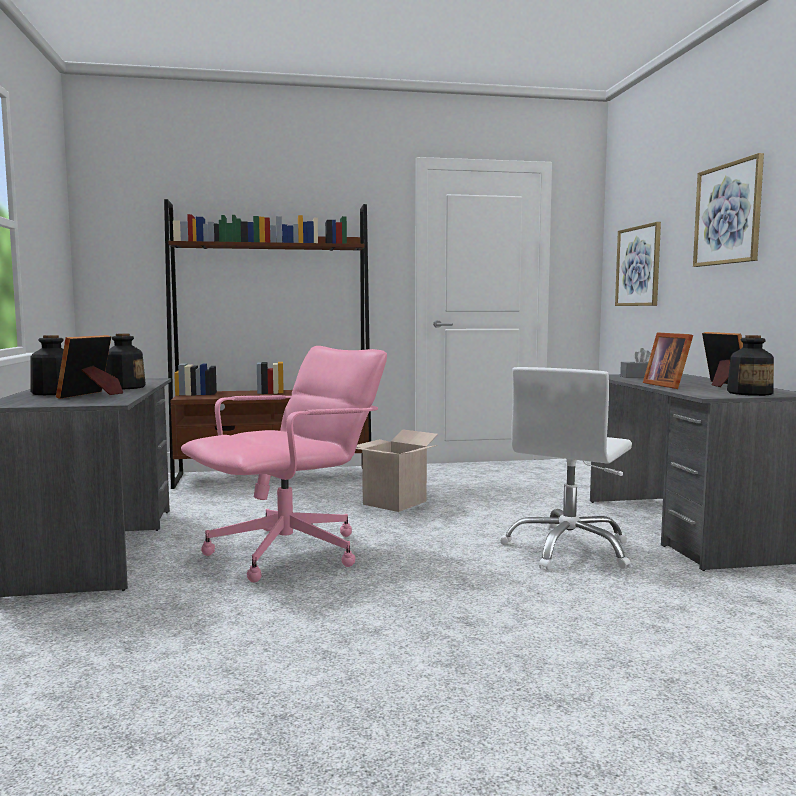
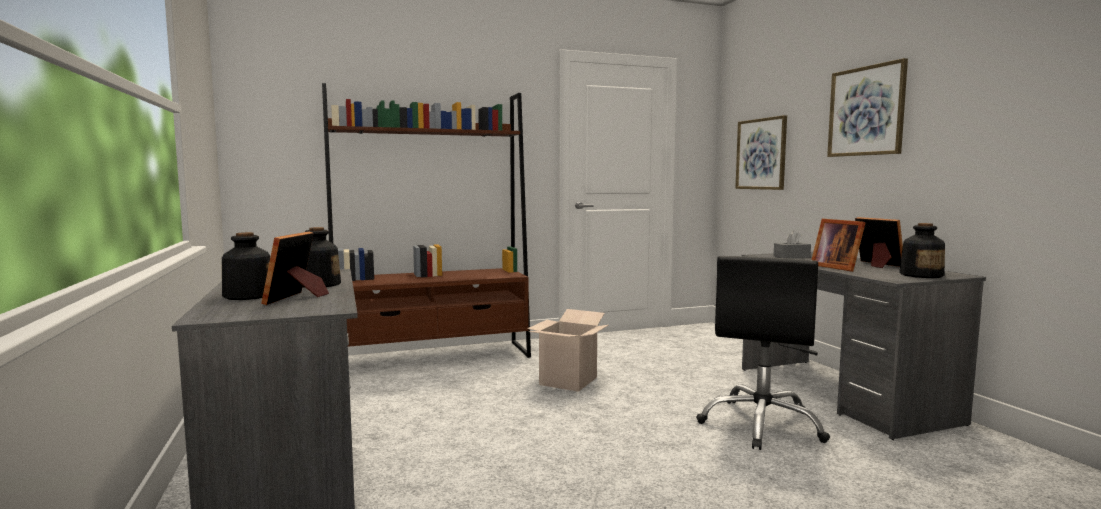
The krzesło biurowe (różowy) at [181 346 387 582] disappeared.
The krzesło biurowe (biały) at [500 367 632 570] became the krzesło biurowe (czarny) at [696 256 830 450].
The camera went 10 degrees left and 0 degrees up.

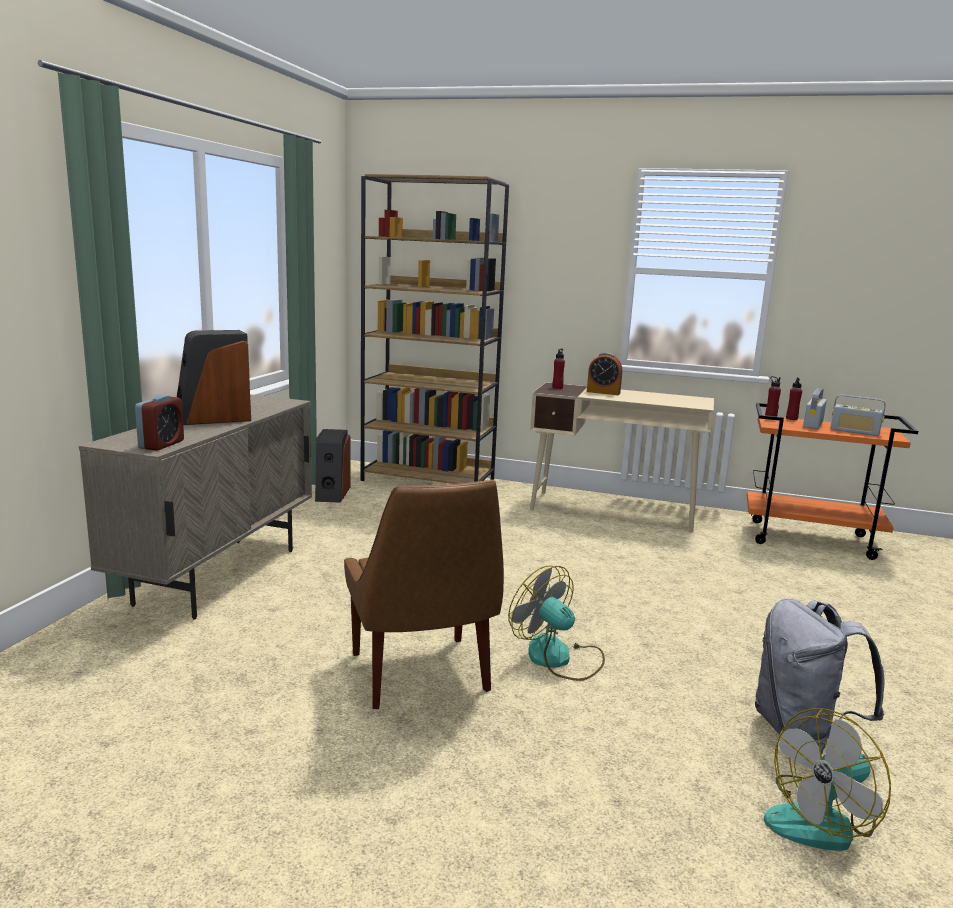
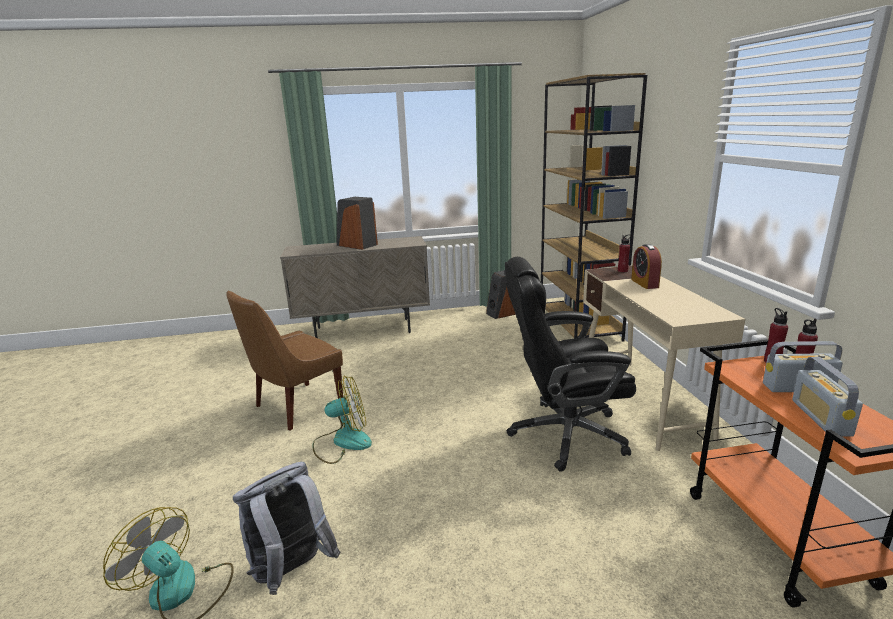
The budzik at [135 395 184 451] disappeared.
The wentylator at [508 565 605 681] turned 60 degrees clockwise.
The krzesło biurowe (czarny) at [505 257 636 472] appeared.
The camera went 65 degrees right and 5 degrees up.

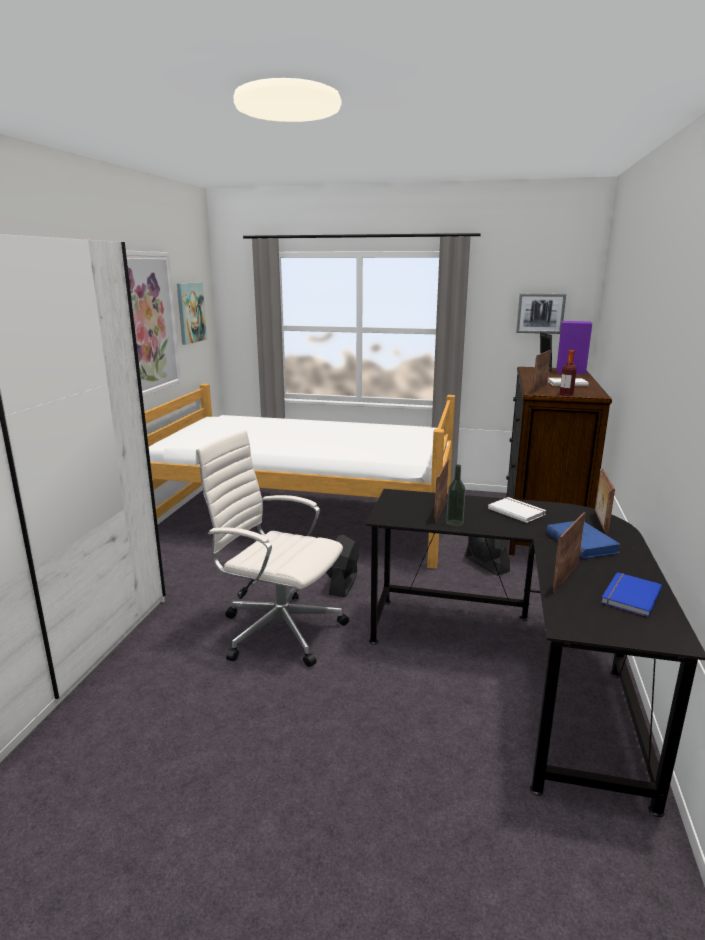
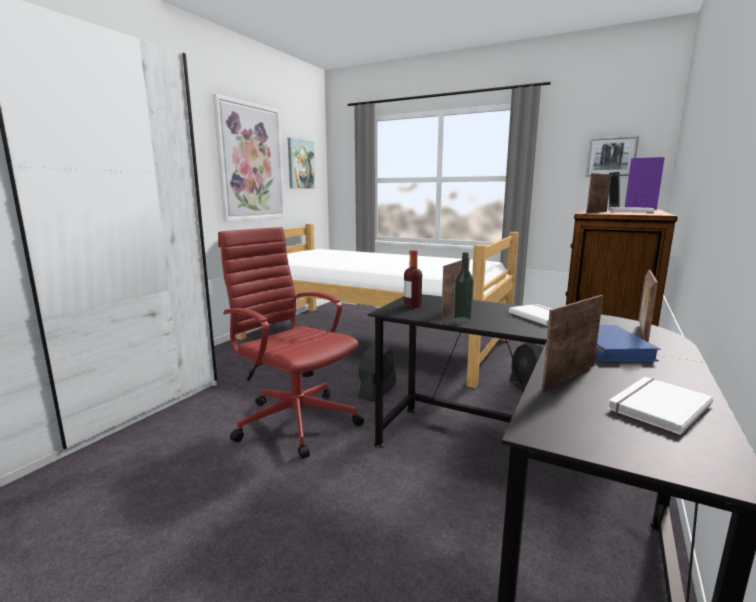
The butelka moved from [560 350 577 396] to [404 250 422 308].
The krzesło biurowe (biały) at [196 430 349 667] became the krzesło biurowe (czerwony) at [218 227 364 459].
The książka (niebieski) at [601 572 662 617] became the książka (biały) at [608 377 713 435].
The camera went 15 degrees right and 5 degrees down.

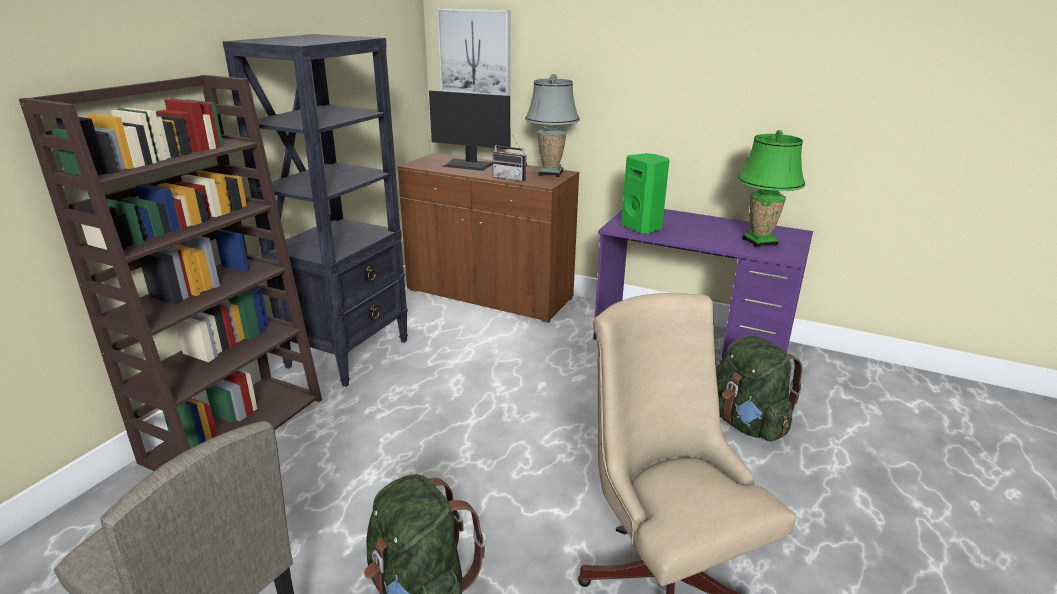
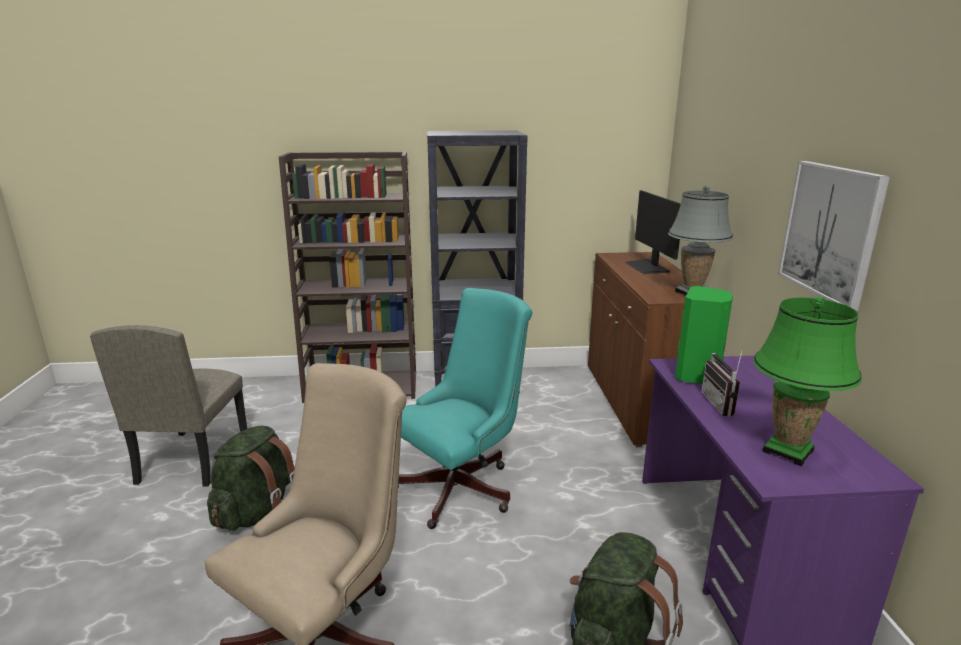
The obraz moved from [437 8 510 96] to [778 161 890 311].
The radio moved from [493 135 527 182] to [701 348 743 417].
The krzesło biurowe (turkusowy) at [398 288 533 529] appeared.
The camera went 60 degrees right and 5 degrees down.

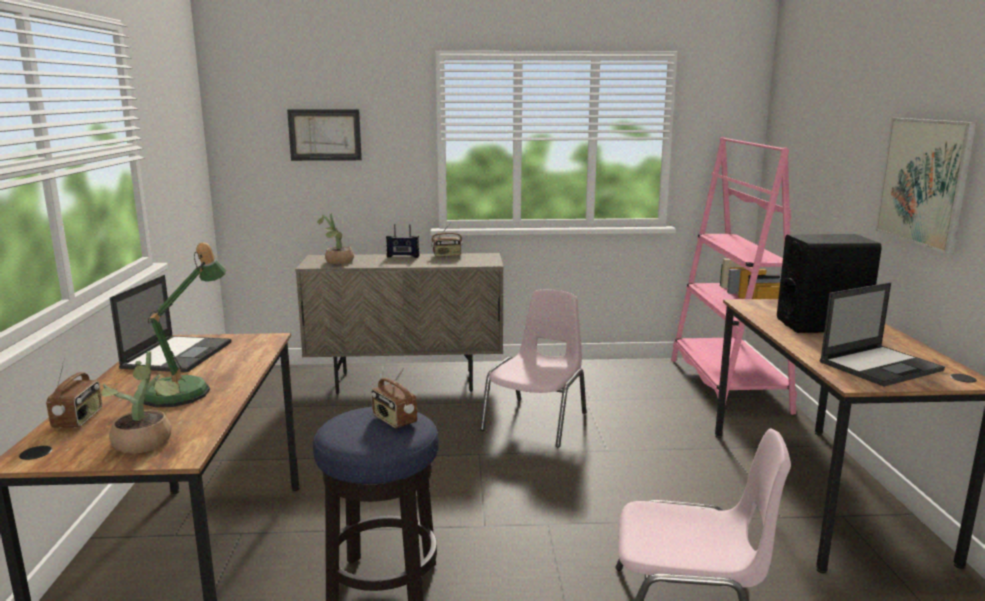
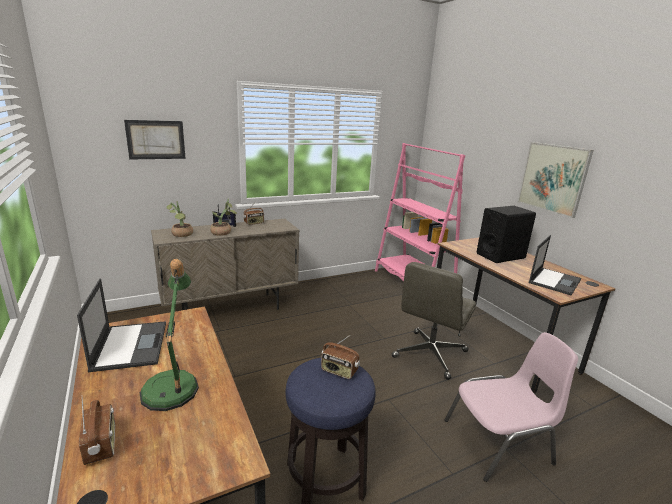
The krzesło (różowy) at [480 289 586 447] disappeared.
The roślina doniczkowa moved from [101 351 181 454] to [210 199 237 236].
The krzesło biurowe (szary) at [392 262 476 380] appeared.
The camera went 25 degrees left and 5 degrees up.

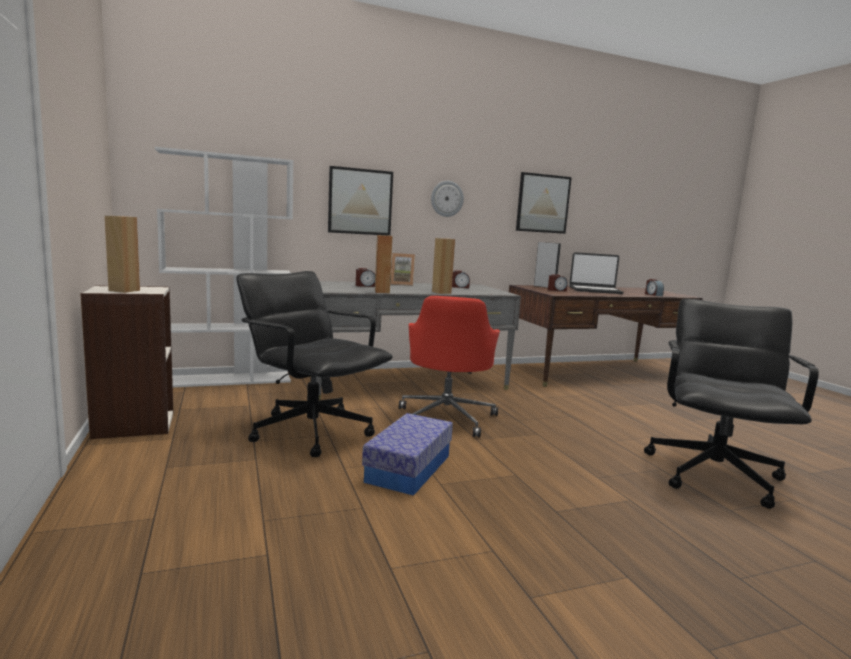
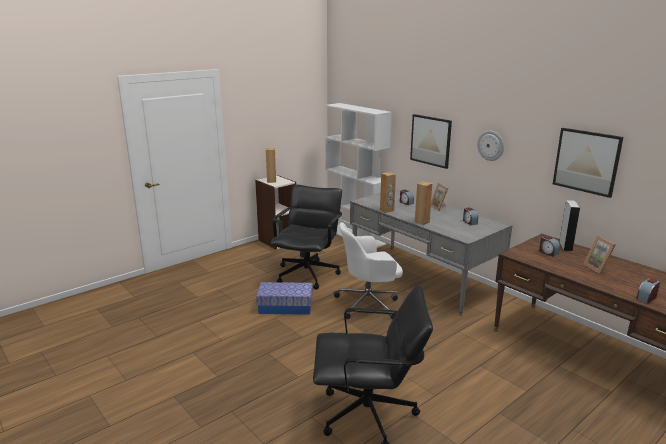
The laptop at [570 252 624 294] was replaced by the ramka na zdjęcie at [583 236 615 274].
The krzesło biurowe (czerwony) at [399 296 500 437] became the krzesło biurowe (biały) at [333 222 403 319].
The camera went 70 degrees right and 10 degrees up.

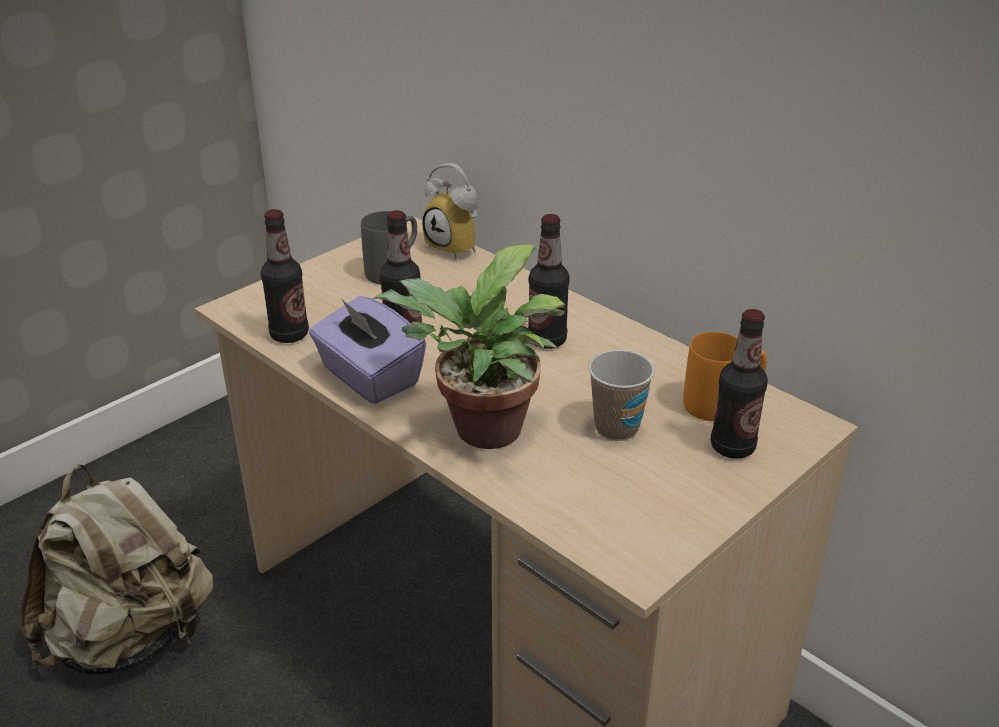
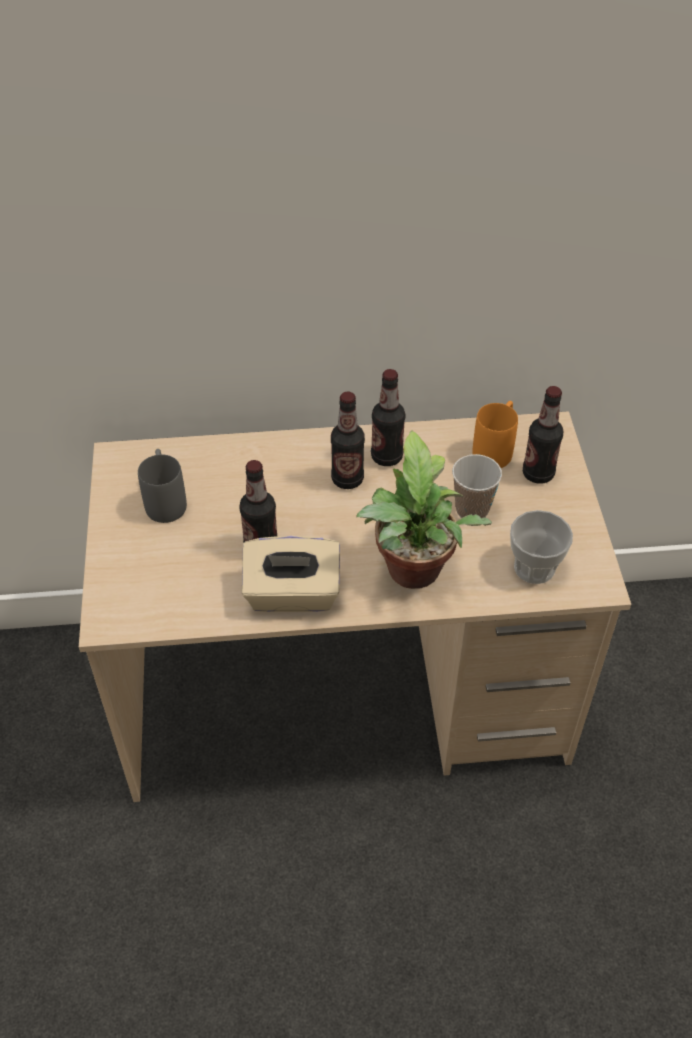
The budzik at [422 163 478 259] disappeared.
The butelka moved from [261 209 309 343] to [371 369 405 466].
The pudełko chusteczek (fioletowy) at [309 296 426 404] became the pudełko chusteczek (beżowy) at [242 536 340 612].
The plecak (beżowy) at [19 464 213 674] disappeared.
The filiżanka at [510 510 573 584] appeared.
The camera went 50 degrees left and 15 degrees up.

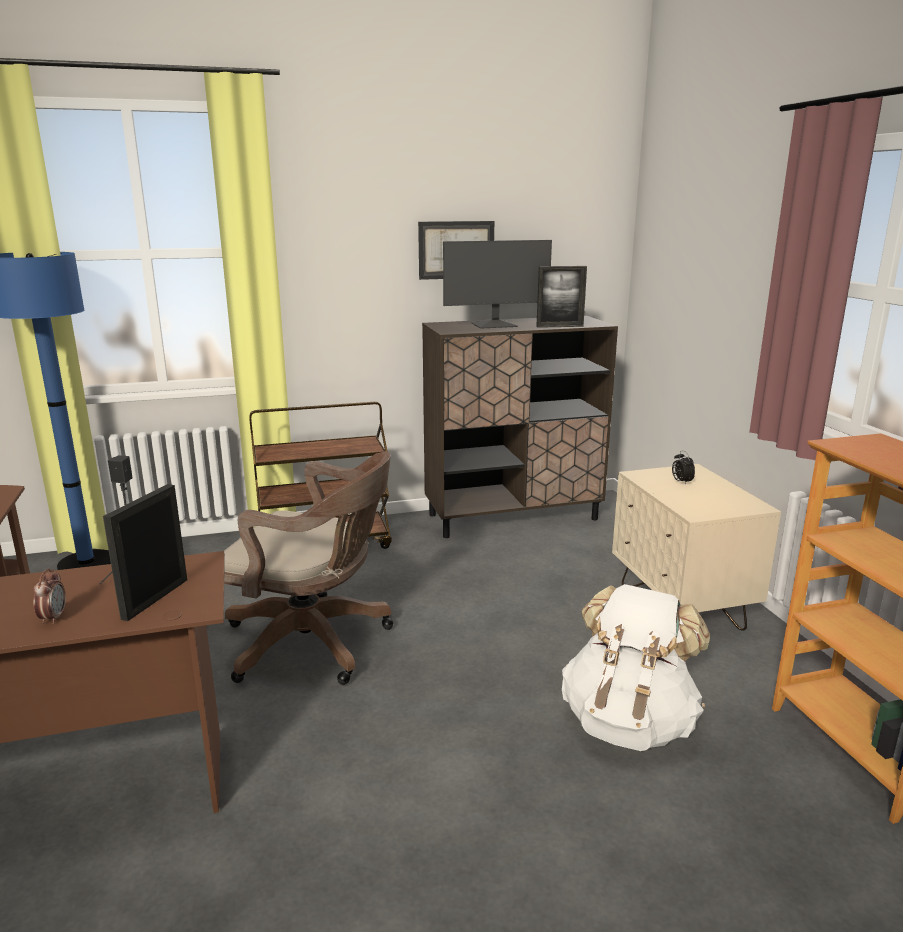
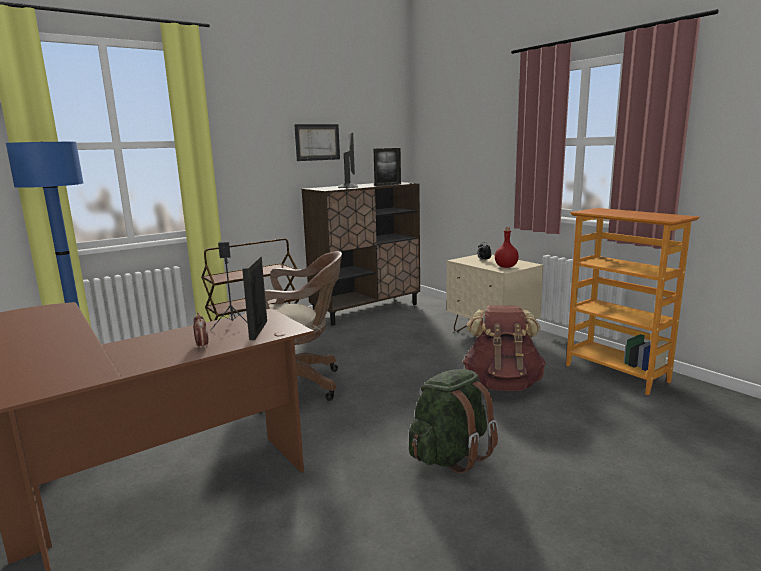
The monitor at [443 240 552 329] turned 60 degrees counterclockwise.
The plecak (biały) at [562 584 710 751] became the plecak (brązowy) at [463 305 546 391].
The butelka (czerwony) at [495 227 519 268] appeared.
The plecak (zielony) at [409 369 498 474] appeared.
The camera went 20 degrees left and 5 degrees down.

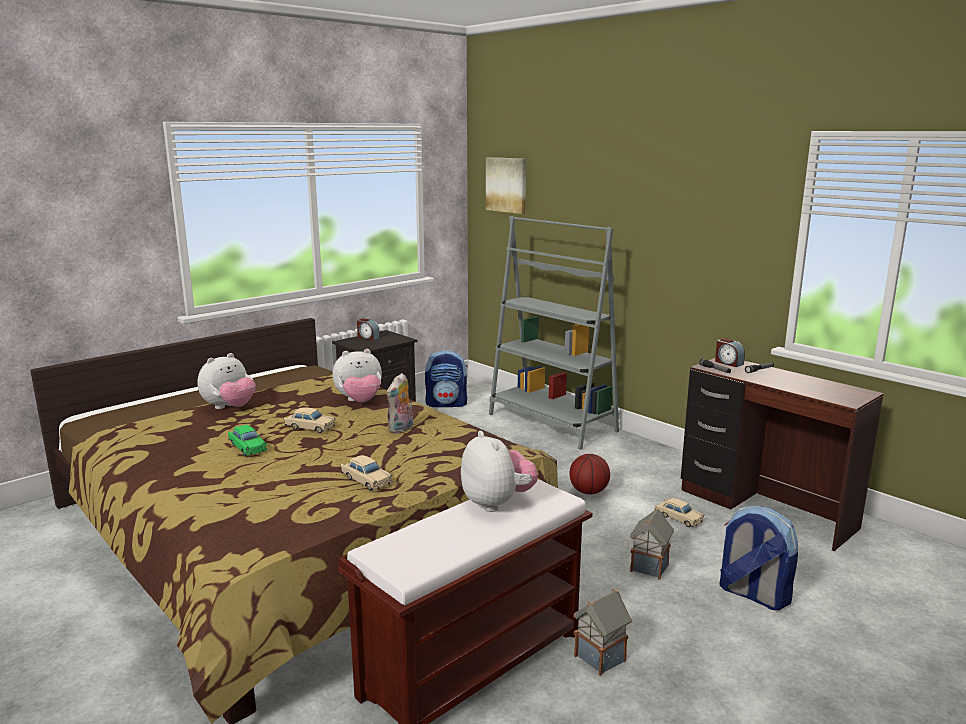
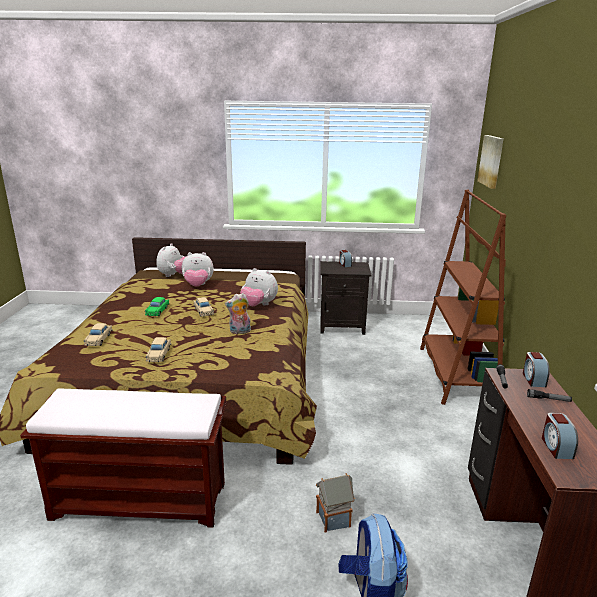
The regał (szary) at [489 216 619 450] became the regał (brązowy) at [420 190 506 405].
The plecak at [425 350 468 407] disappeared.
The pluszak moved from [461 431 538 512] to [156 243 186 277].
The piłka do koszykówki at [570 454 610 494] disappeared.
The samochodzik (beżowy) moved from [656 498 704 527] to [84 323 112 346].
The domek at [574 588 632 676] disappeared.
The budzik at [542 413 578 459] appeared.
The camera went 45 degrees right and 5 degrees up.

